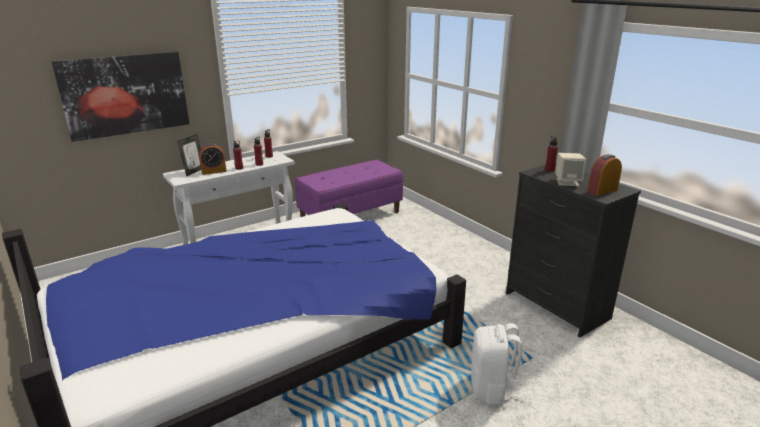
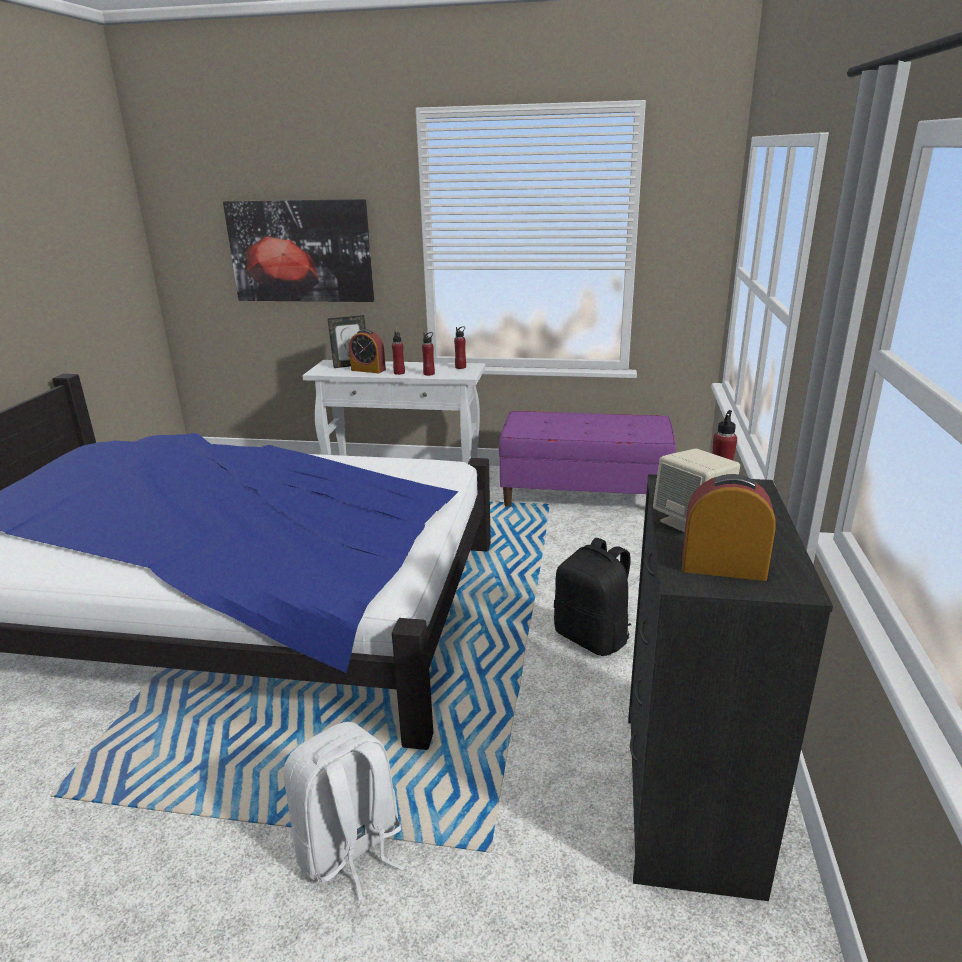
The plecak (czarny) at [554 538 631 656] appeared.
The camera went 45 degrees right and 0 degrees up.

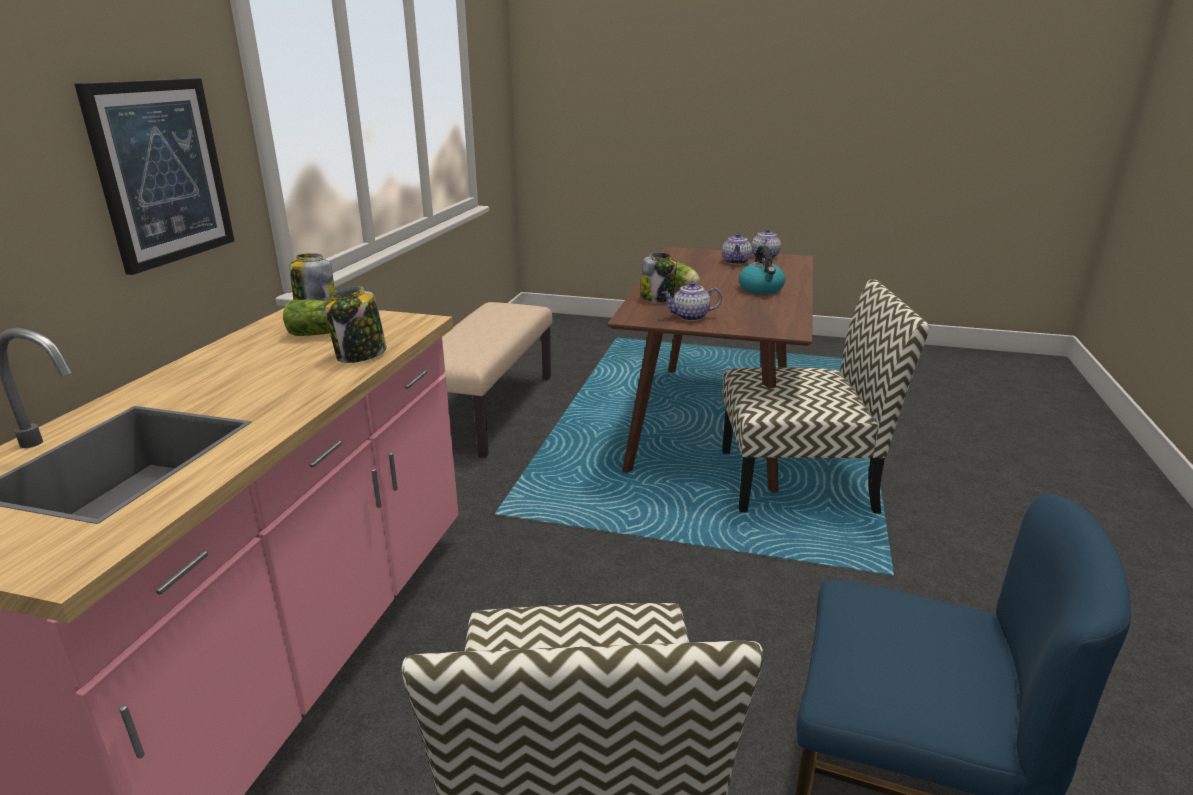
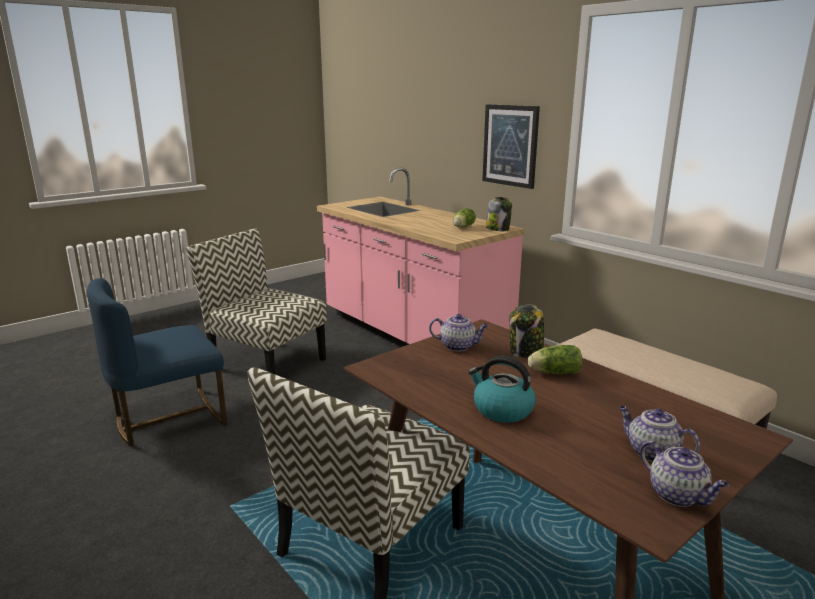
The imbryk at [662 281 722 321] turned 75 degrees clockwise.
The słoik at [324 286 387 363] disappeared.
The camera went 125 degrees right and 5 degrees down.

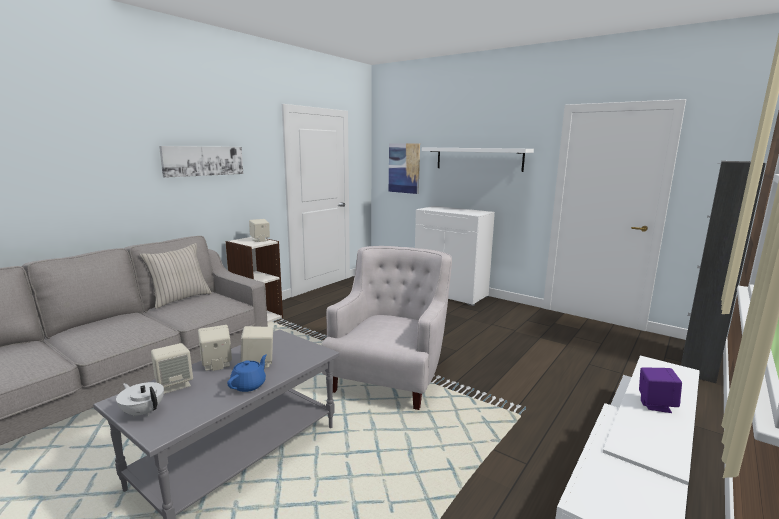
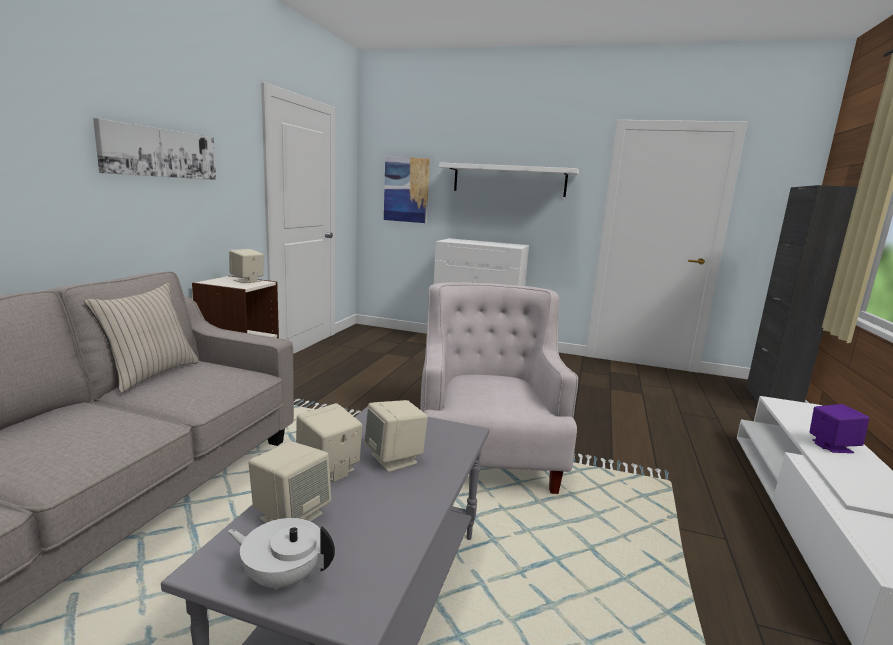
The imbryk (niebieski) at [227 354 267 392] disappeared.
The camera went 20 degrees left and 0 degrees up.

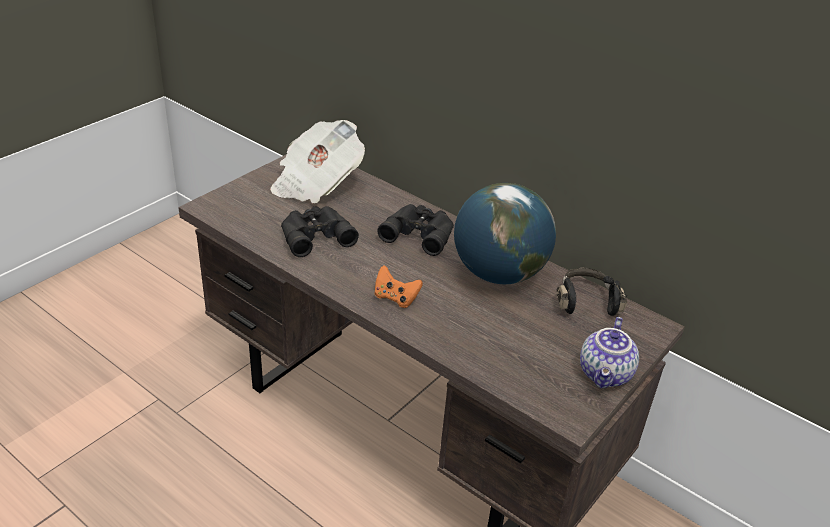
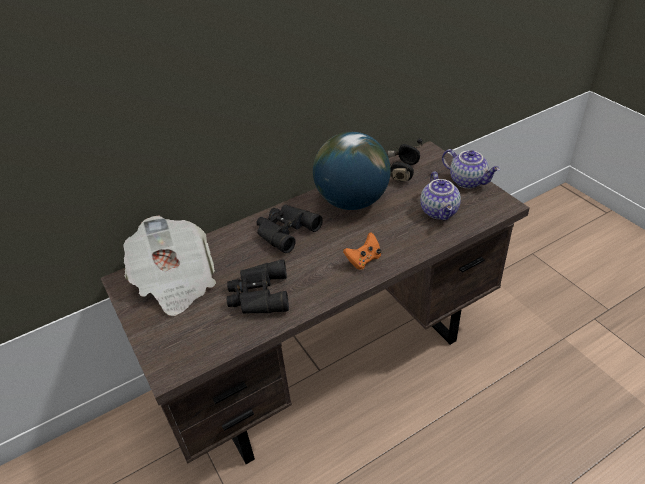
The imbryk at [420 172 461 221] appeared.
The camera went 65 degrees left and 5 degrees up.

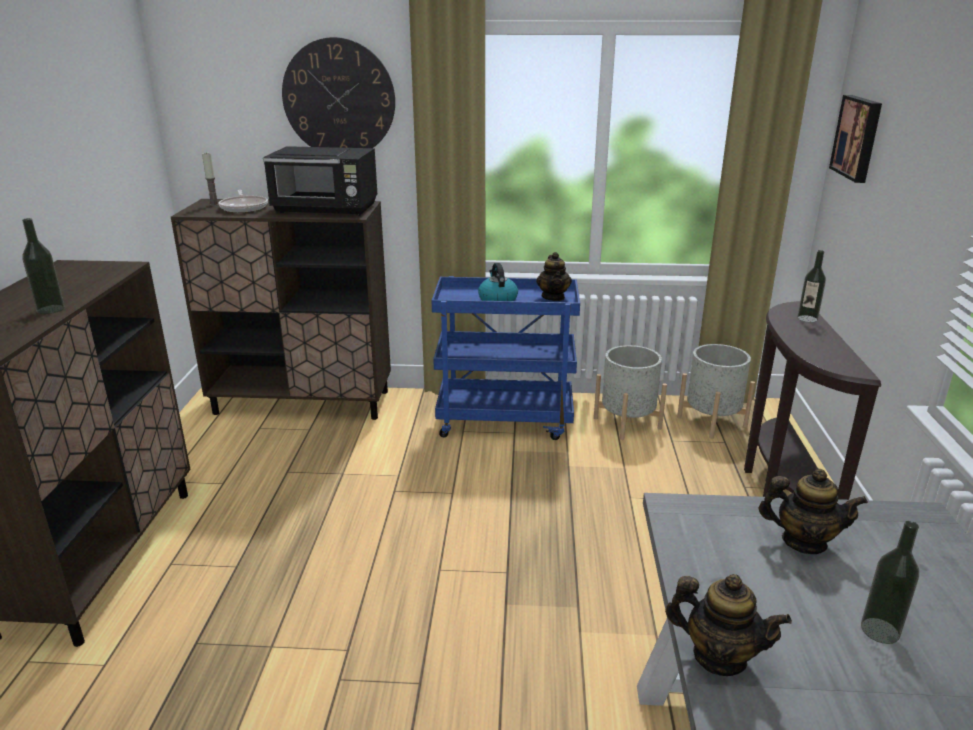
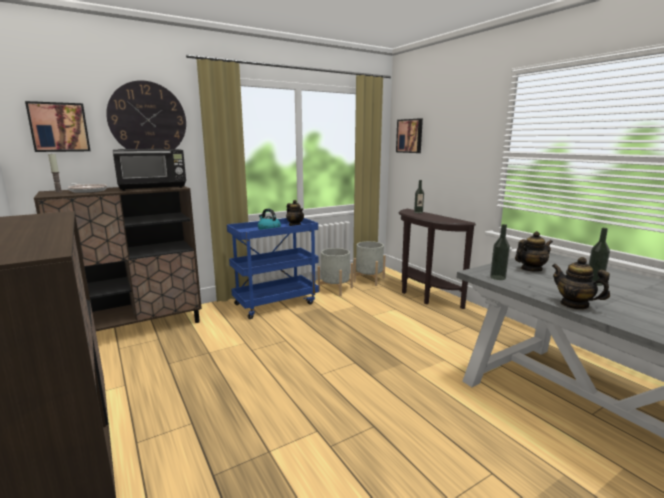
The butelka moved from [22 218 65 314] to [490 224 510 280].
The imbryk at [665 574 792 676] turned 120 degrees counterclockwise.
The obraz at [25 101 90 152] appeared.
The camera went 35 degrees left and 10 degrees down.

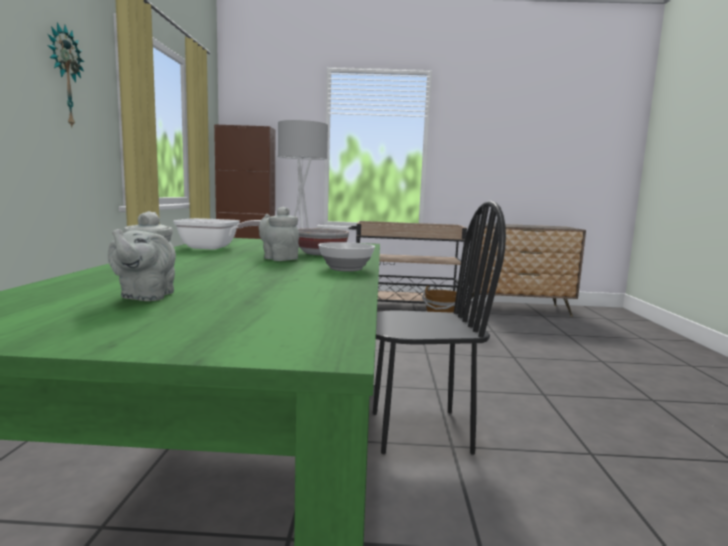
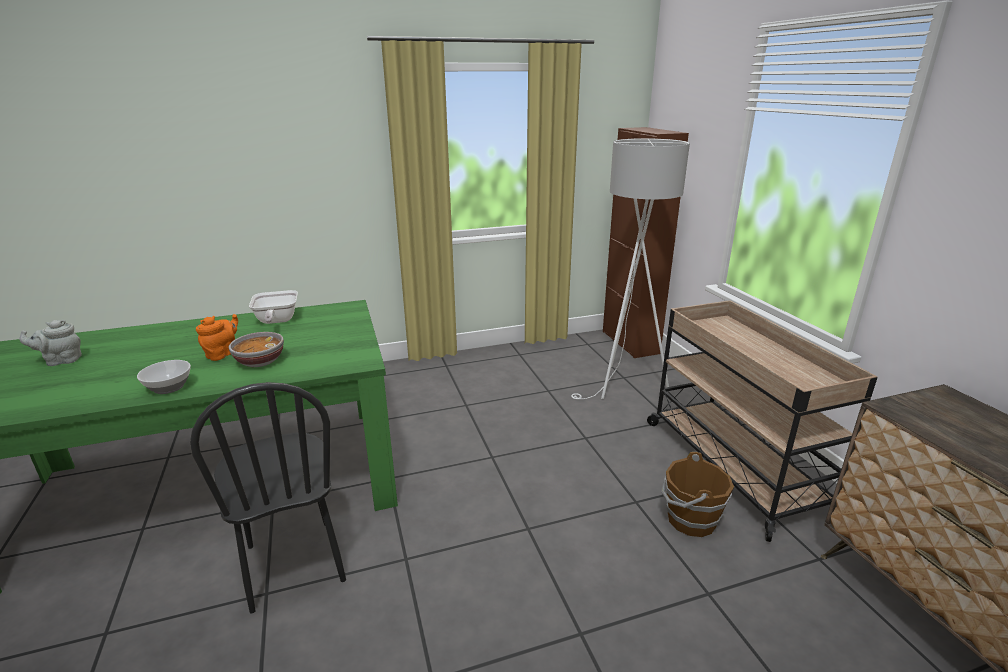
The zegar ścienny at [47 22 84 127] disappeared.
The imbryk (szary) at [259 206 299 261] became the imbryk (pomarańczowy) at [196 314 238 361].
The camera went 70 degrees right and 15 degrees up.

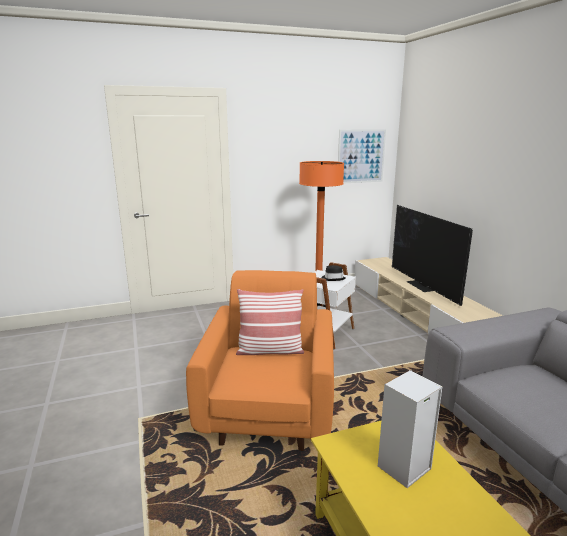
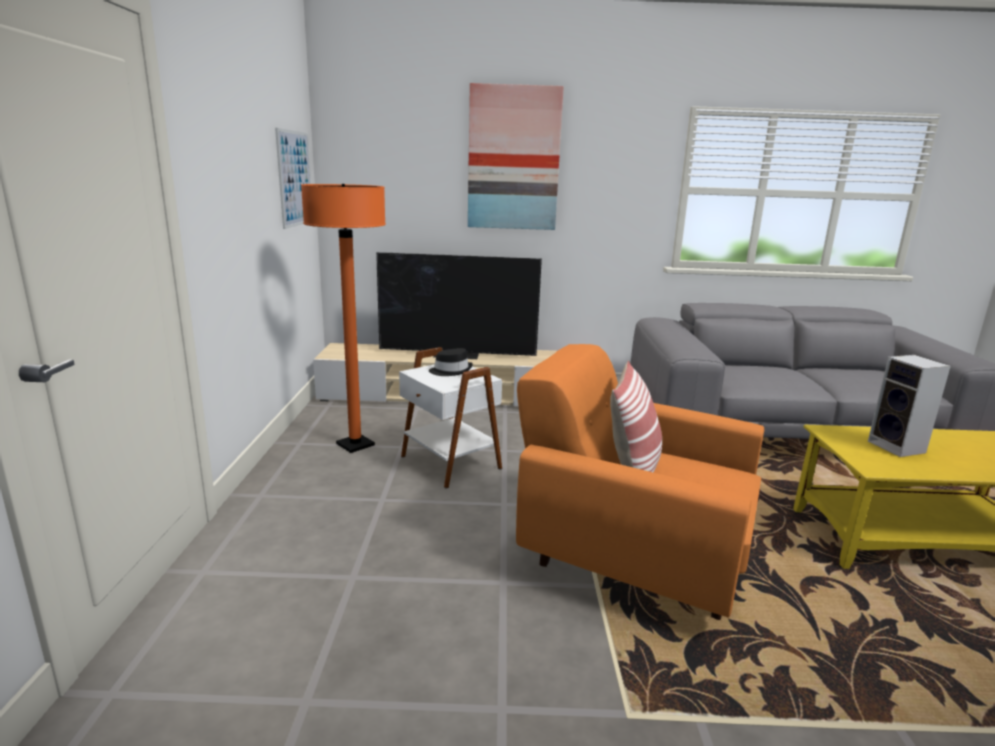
The obraz at [468 83 564 230] appeared.
The camera went 70 degrees left and 0 degrees up.

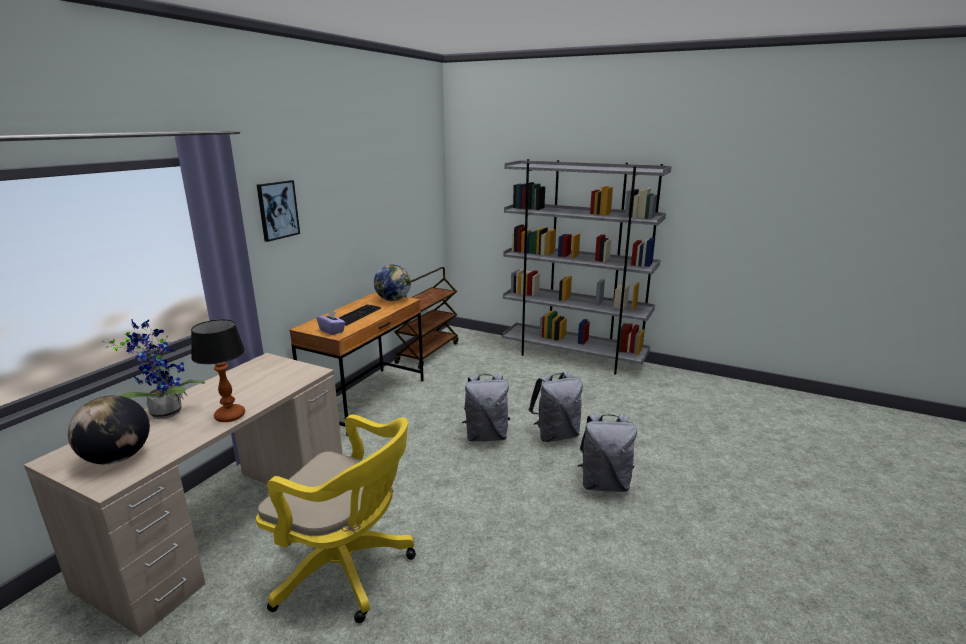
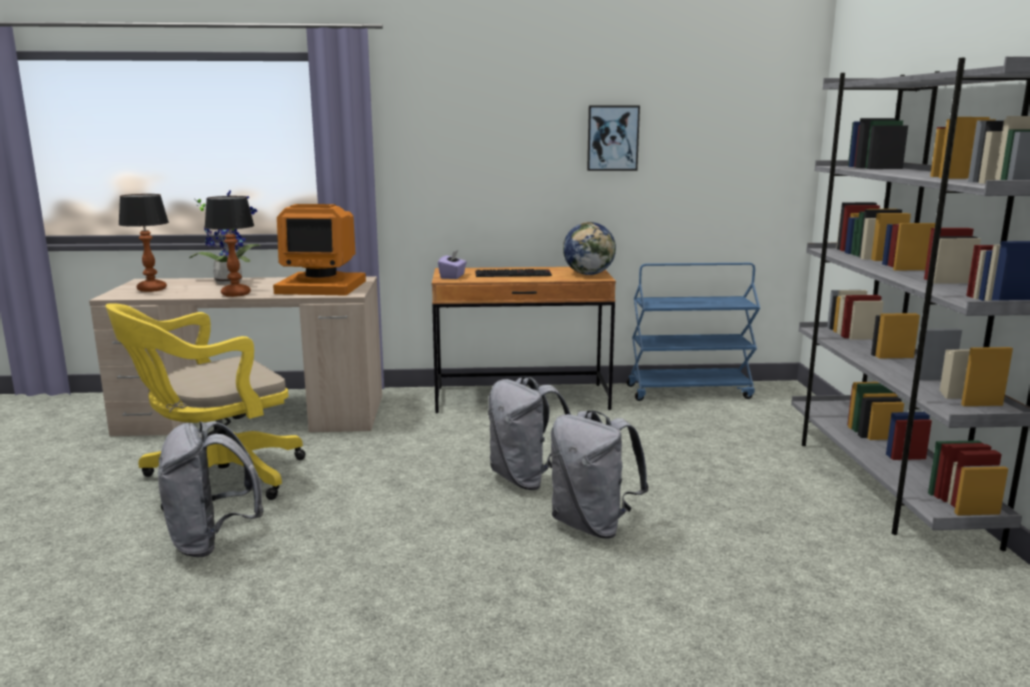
The obraz moved from [257 180 300 242] to [587 105 640 171].
The wózek (brązowy) at [394 267 458 369] became the wózek (niebieski) at [626 263 760 401].
The globus at [68 396 150 464] was replaced by the lampa stołowa at [118 194 169 292].
The plecak (szary) moved from [578 413 637 492] to [157 421 264 557].
The krzesło biurowe (żółty) at [256 414 416 623] turned 60 degrees clockwise.
The monitor at [273 204 366 295] appeared.
The camera went 60 degrees right and 5 degrees down.

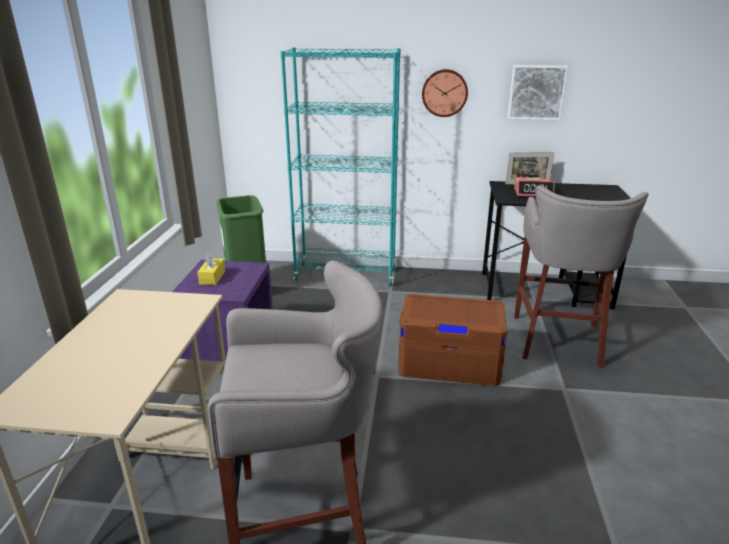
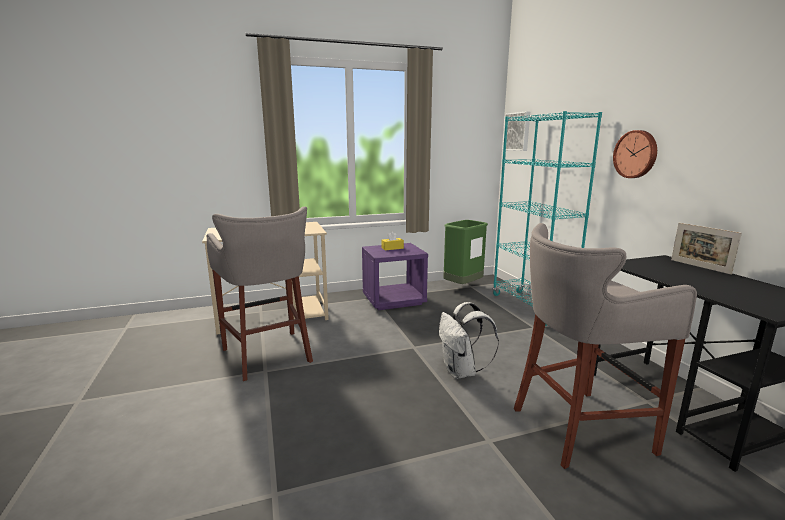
The obraz moved from [508 65 568 120] to [503 111 530 151].
The budzik at [514 178 555 197] disappeared.
The pojemnik do przechowywania (brązowy) at [398 294 507 386] was replaced by the plecak (biały) at [439 302 499 379].
The camera went 65 degrees right and 10 degrees down.

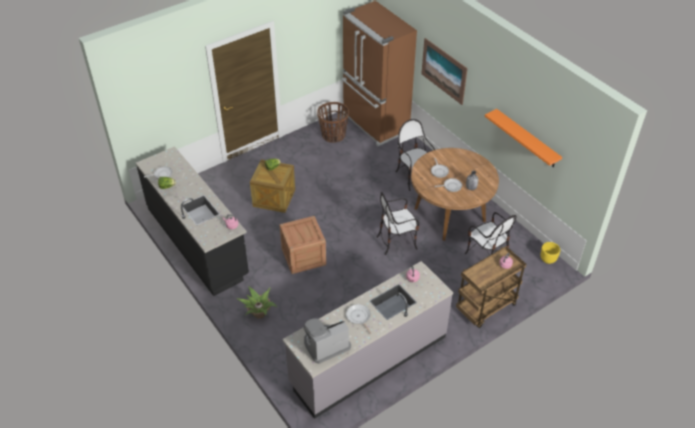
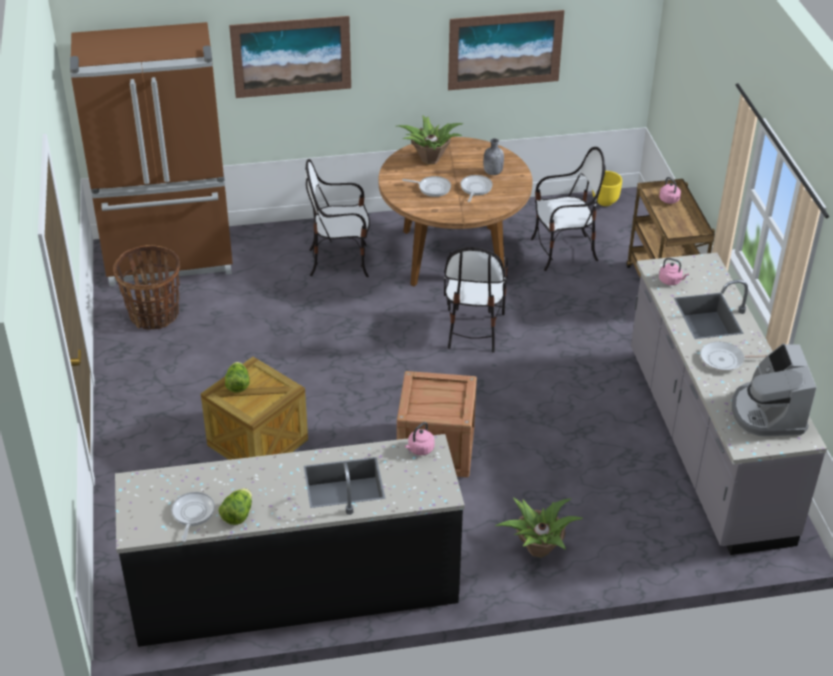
The półka (pomarańczowy) at [485 109 562 167] was replaced by the obraz at [448 10 564 90].
The roślina doniczkowa at [397 115 463 164] appeared.
The camera went 65 degrees left and 5 degrees down.

